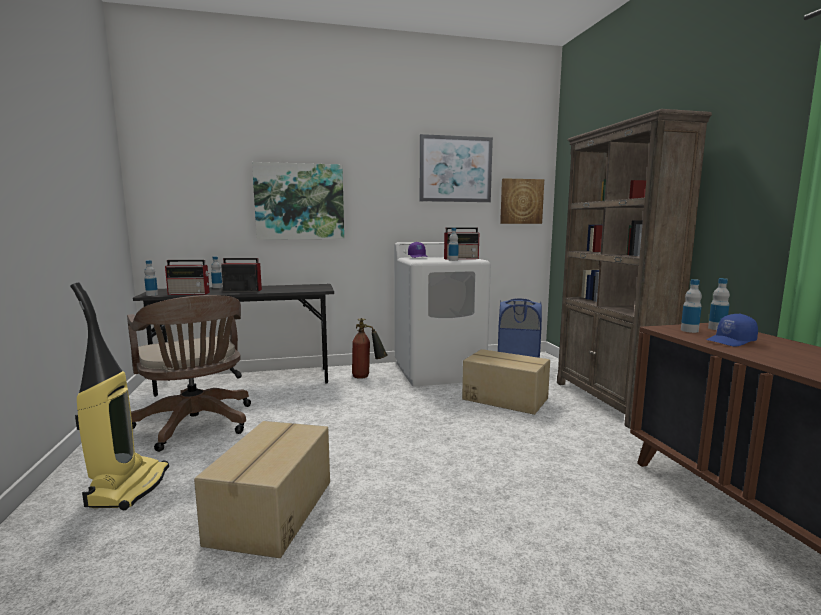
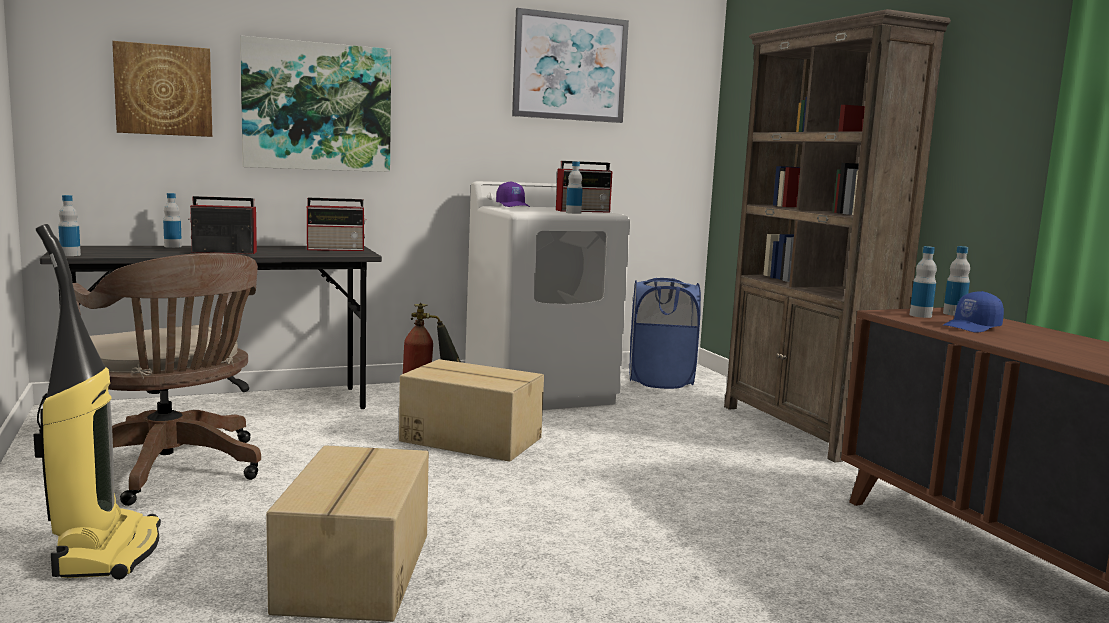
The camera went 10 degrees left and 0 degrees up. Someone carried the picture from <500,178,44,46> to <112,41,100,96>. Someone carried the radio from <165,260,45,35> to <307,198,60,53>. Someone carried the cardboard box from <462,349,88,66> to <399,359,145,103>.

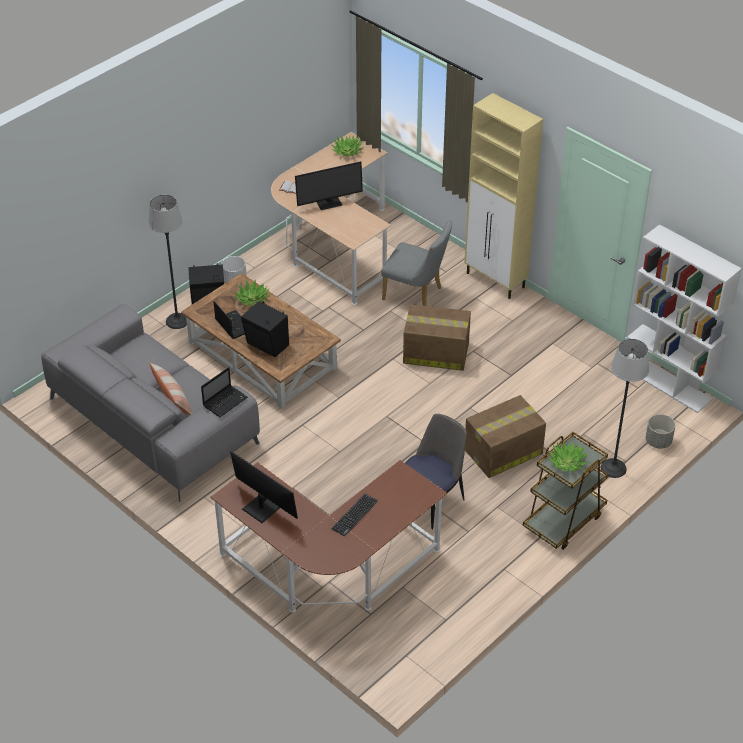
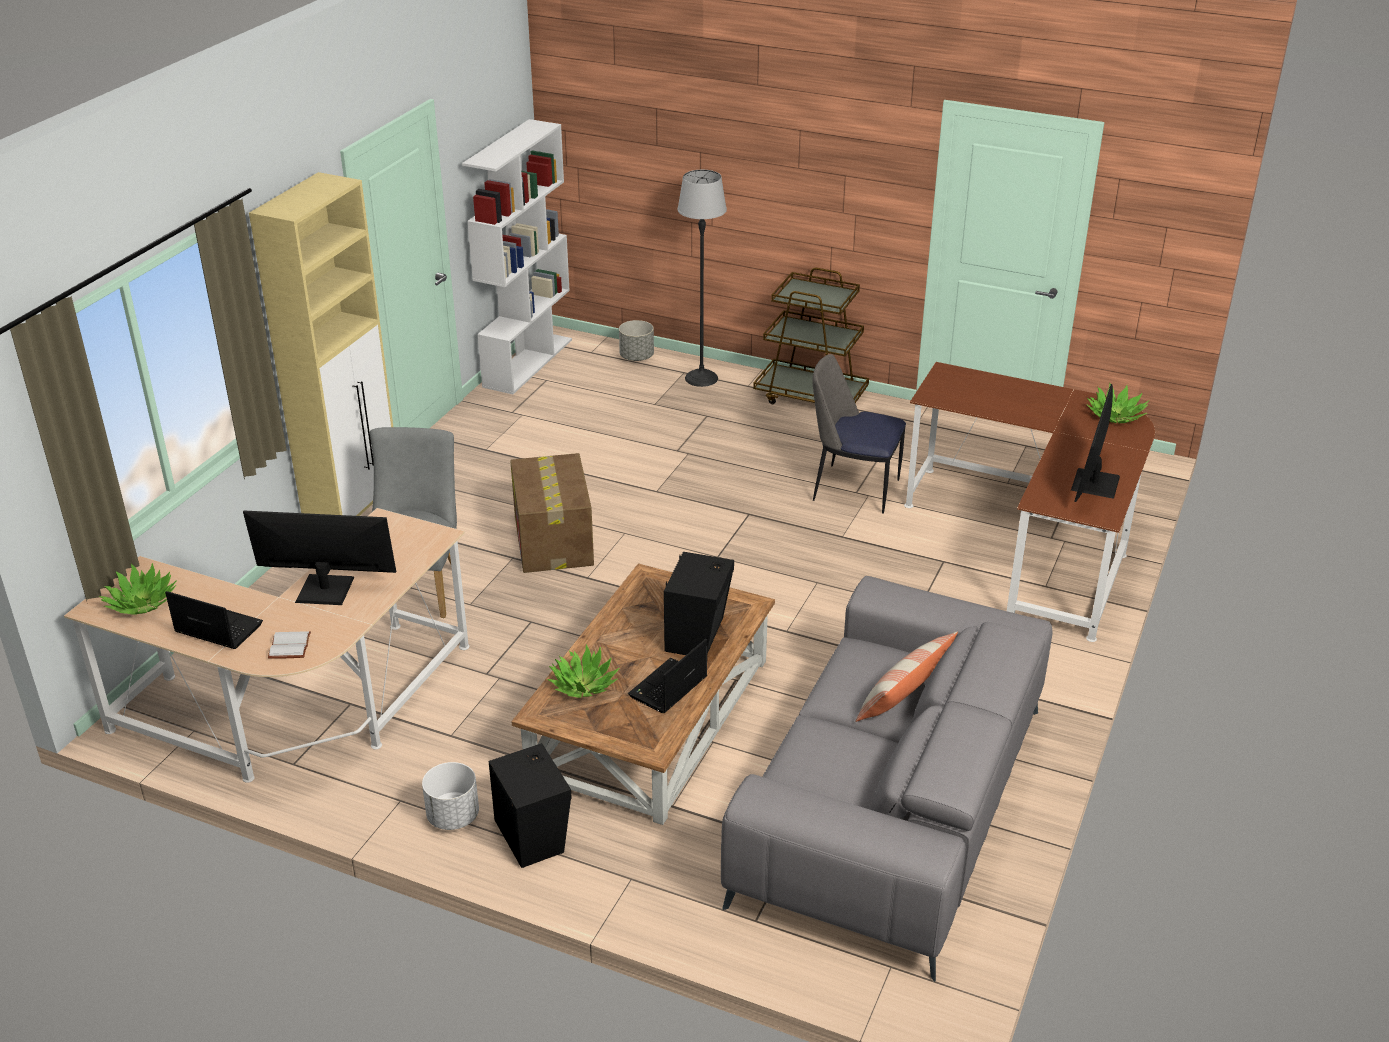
The camera went 110 degrees left and 10 degrees down. Someone carried the laptop from <201,367,47,50> to <165,591,98,58>. Someone rotated the monitor at <295,161,68,49> by 45 degrees counterclockwise. Someone carried the potted plant from <548,441,40,31> to <1087,383,63,40>. Someone took away the floor lamp at <148,195,39,134>. Someone took away the keyboard at <331,494,47,42>. Someone took away the cardboard box at <465,395,81,83>.

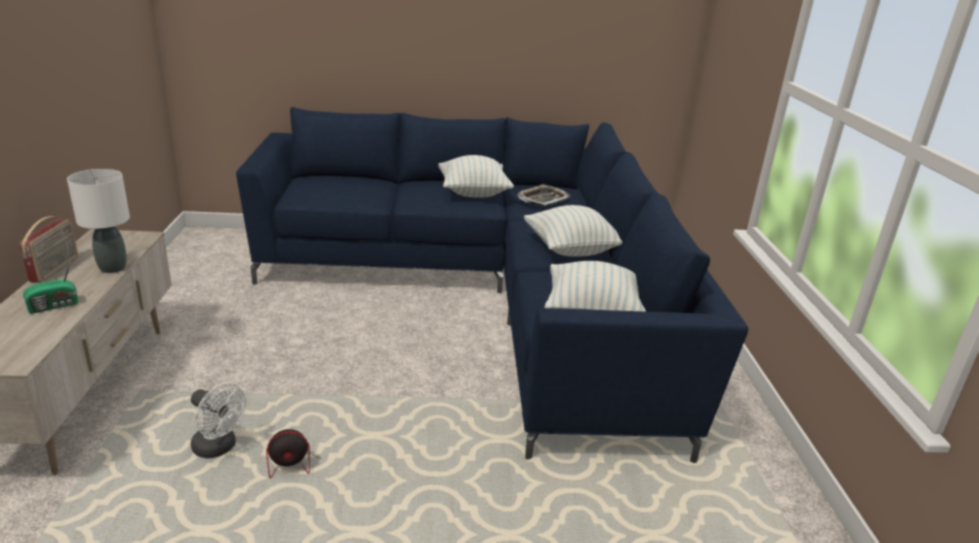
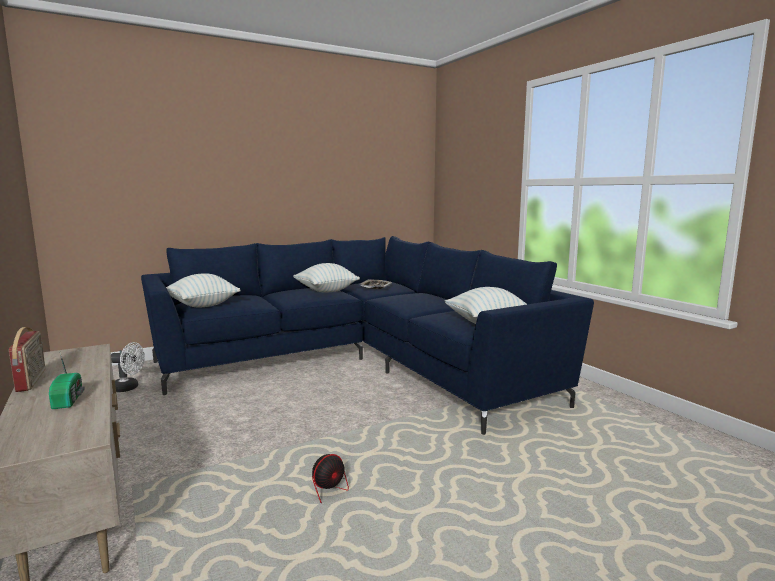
The camera went 25 degrees left and 15 degrees down. Someone rotated the radio at <23,260,55,54> by 45 degrees counterclockwise. Someone carried the white fan from <191,383,55,75> to <111,342,34,50>. Someone carried the pillow from <524,205,98,52> to <166,273,75,34>. Someone took away the white table lamp at <67,169,63,104>.

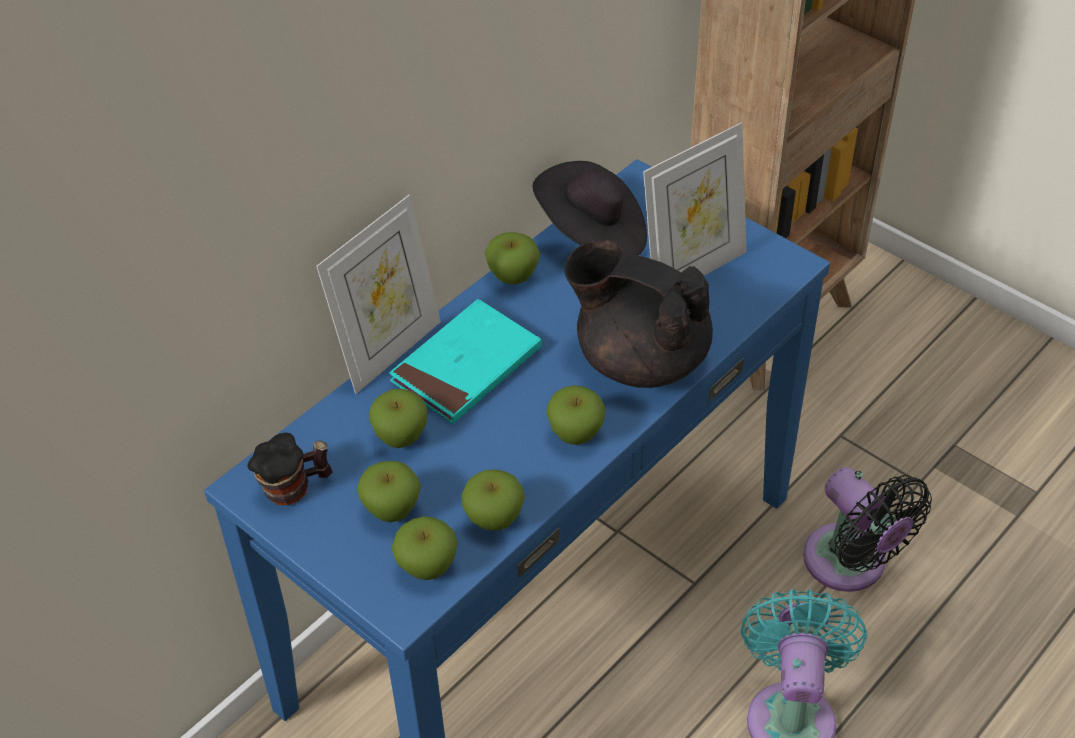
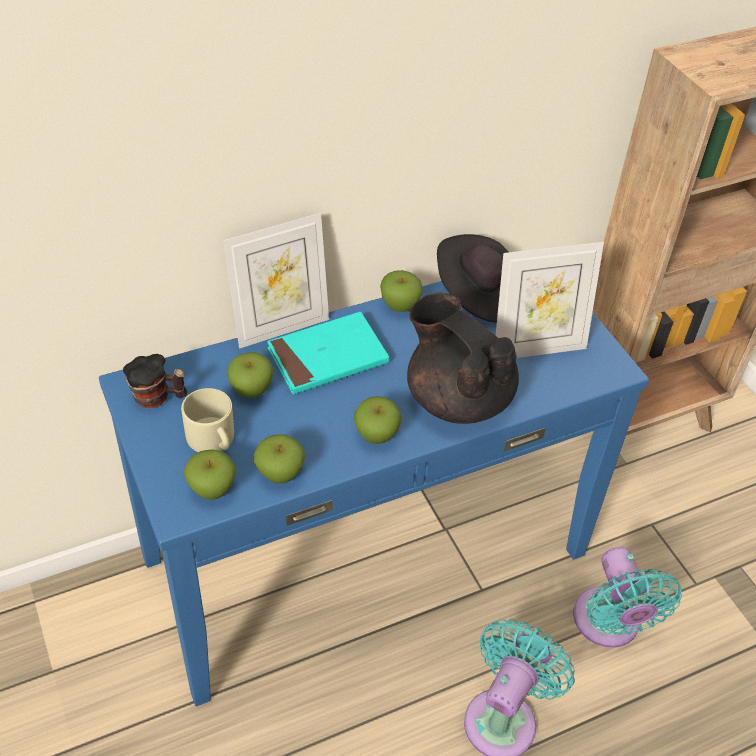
The camera went 20 degrees right and 0 degrees up. Someone swapped the apple at <357,461,64,61> for the beige mug at <181,388,53,64>. Someone repainted the black fan at <803,467,129,125>, which became the turquoise fan at <573,547,109,101>.

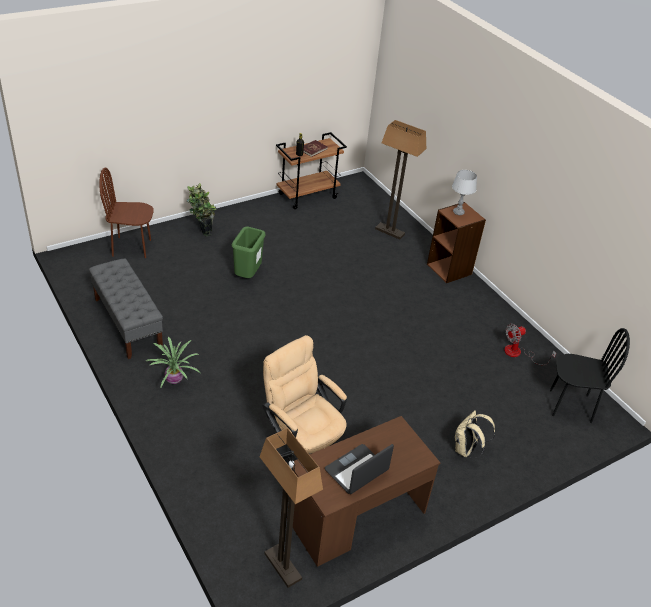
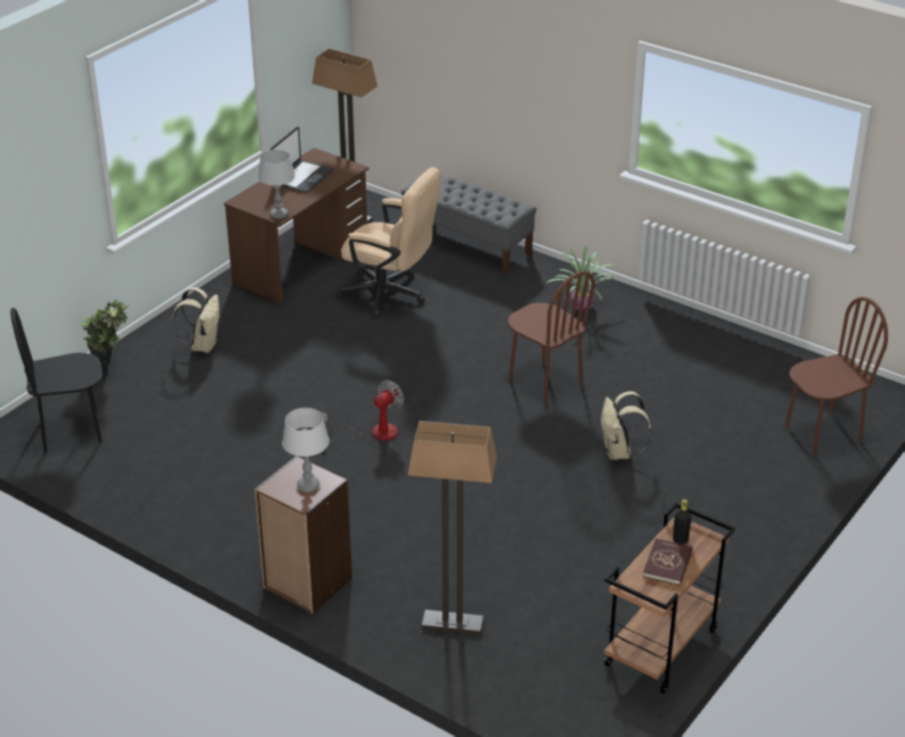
The camera went 160 degrees right and 5 degrees down. Someone carried the potted plant from <187,183,29,54> to <80,300,50,68>. Someone put down the grey table lamp at <258,150,37,69>. Someone carried the fan from <504,324,52,41> to <322,380,82,62>. Someone carried the grey bench from <89,258,74,101> to <401,174,135,101>. Someone put down the brown chair at <508,271,87,133>. Someone swapped the green trash can at <232,226,34,52> for the beige backpack at <601,391,51,69>.

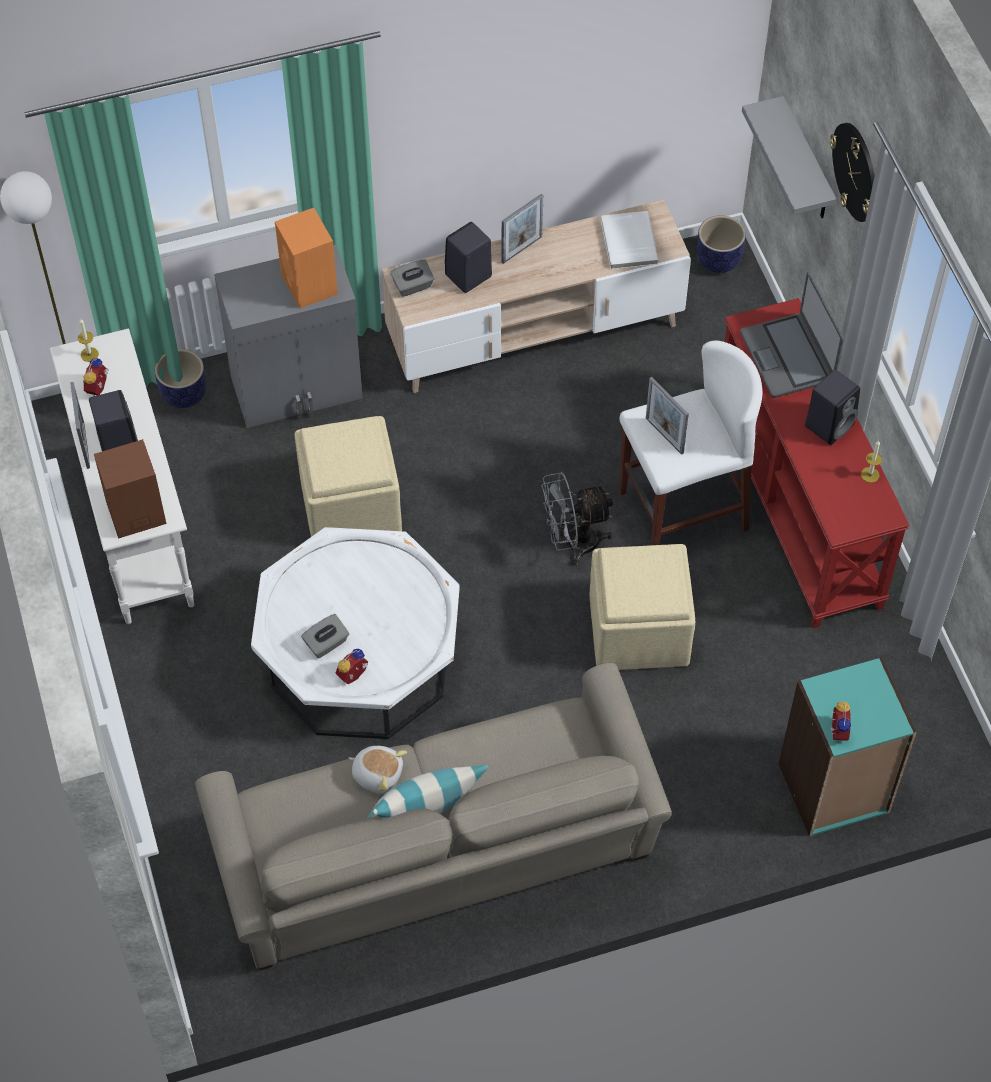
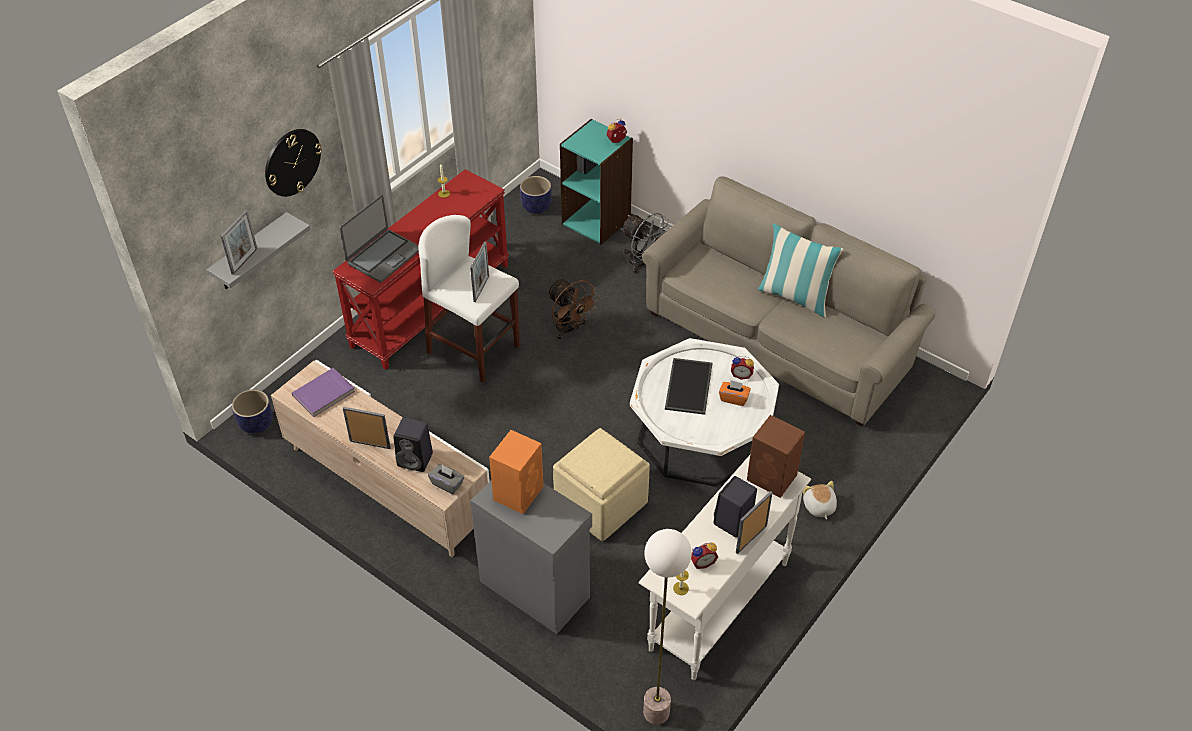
The camera went 125 degrees left and 10 degrees down. Someone put down the picture frame at <221,210,37,65>. Someone repainted the white book at <601,211,58,58>, which became the purple book at <292,368,63,49>. Someone carried the planter from <155,349,51,59> to <520,176,32,38>. Someone swapped the beige ottoman at <590,544,105,126> for the brown fan at <547,279,53,60>. Someone carried the grey fan from <541,472,72,94> to <621,213,50,60>. Someone put down the tray at <665,358,47,57>. Someone repainted the grey tissue box at <301,614,48,44>, which became the orange tissue box at <719,380,32,26>. Someone carried the plush toy from <349,746,58,48> to <803,481,34,39>. Someone took away the black speaker at <805,369,55,76>.

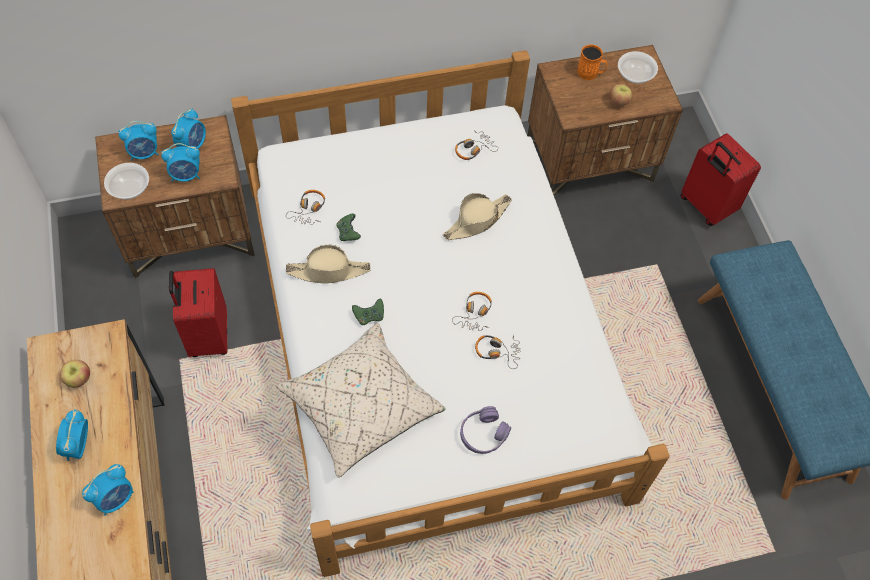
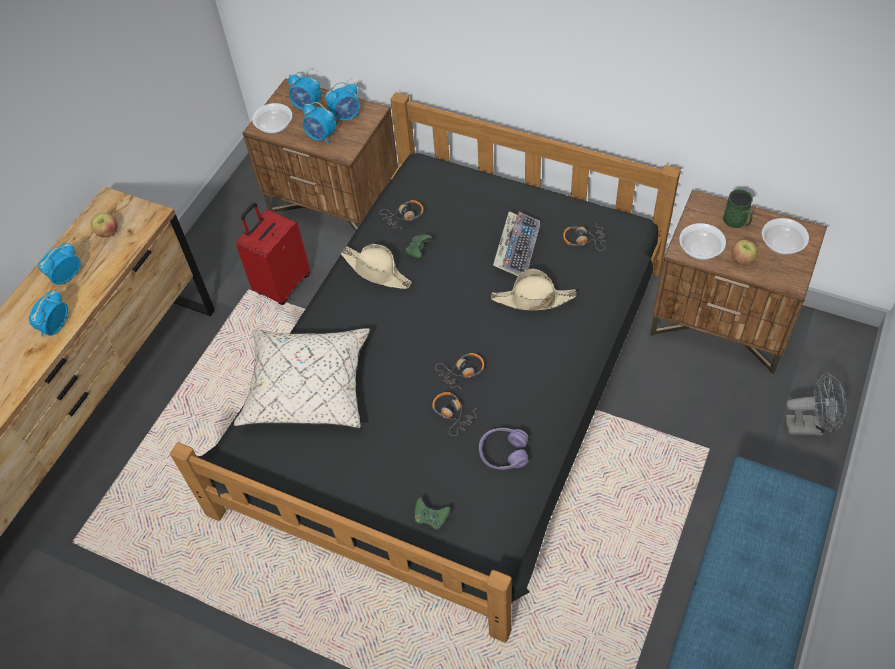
The camera went 45 degrees right and 5 degrees down. Someone rotated the alarm clock at <82,464,52,52> by 120 degrees clockwise. Someone repainted the white bed at <231,50,439,527>, which became the black bed at <170,92,511,550>. Someone carried the green game controller from <352,299,32,26> to <414,497,37,32>. Someone carried the purple headphones from <460,406,51,48> to <479,428,50,42>. Someone put down the keyboard at <493,211,47,65>. Someone put down the bowl at <679,223,47,37>. Someone repainted the orange mug at <577,44,30,36>, which became the green mug at <723,189,30,39>. Someone swapped the red suitcase at <680,133,81,93> for the grey fan at <785,371,62,64>.

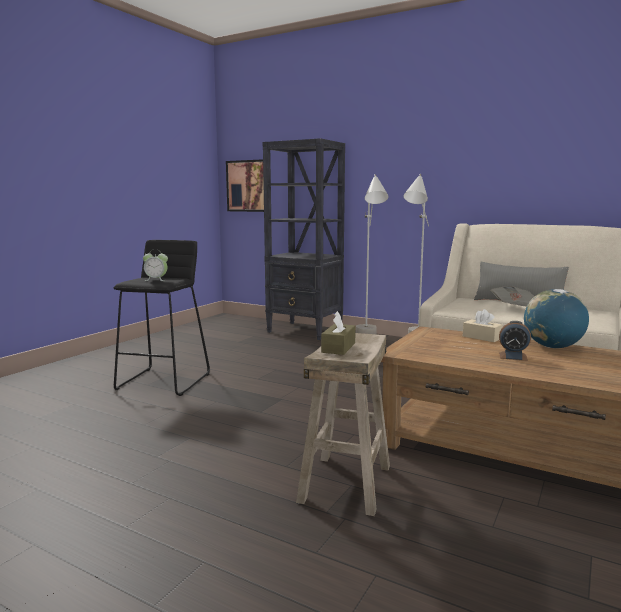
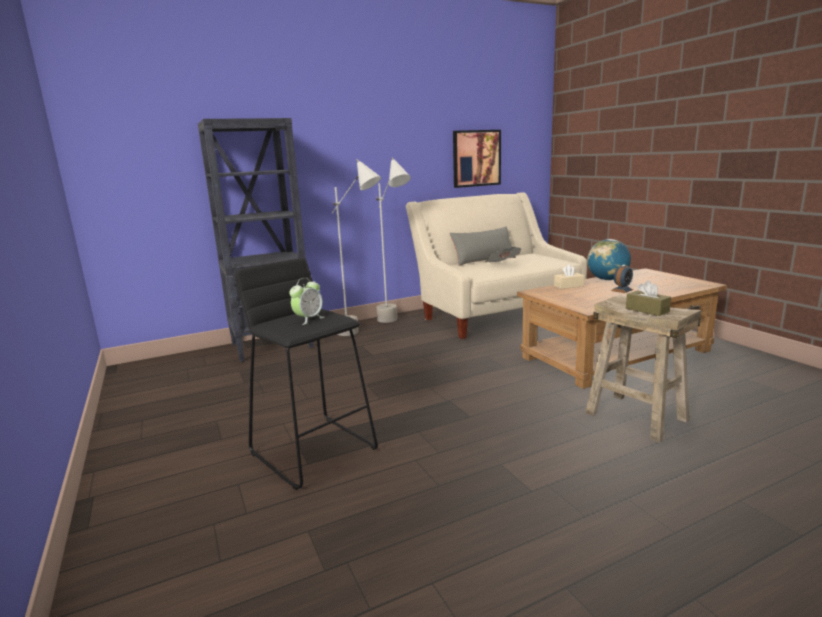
The camera went 55 degrees left and 5 degrees up. Someone carried the picture from <226,159,38,53> to <453,130,48,58>.

